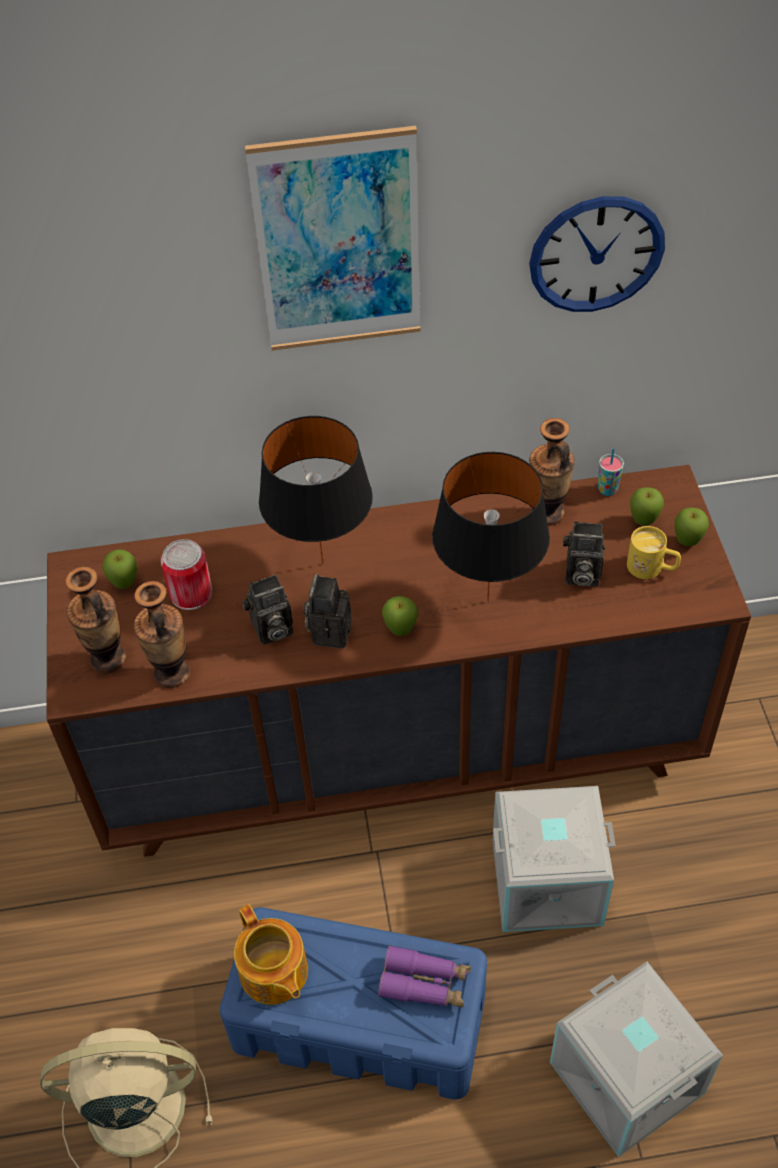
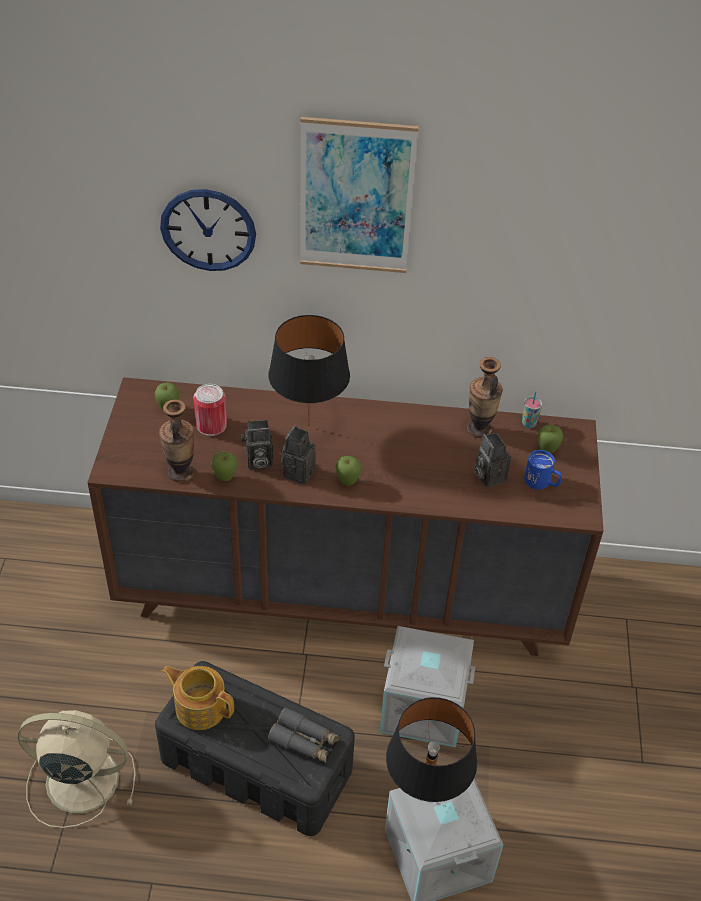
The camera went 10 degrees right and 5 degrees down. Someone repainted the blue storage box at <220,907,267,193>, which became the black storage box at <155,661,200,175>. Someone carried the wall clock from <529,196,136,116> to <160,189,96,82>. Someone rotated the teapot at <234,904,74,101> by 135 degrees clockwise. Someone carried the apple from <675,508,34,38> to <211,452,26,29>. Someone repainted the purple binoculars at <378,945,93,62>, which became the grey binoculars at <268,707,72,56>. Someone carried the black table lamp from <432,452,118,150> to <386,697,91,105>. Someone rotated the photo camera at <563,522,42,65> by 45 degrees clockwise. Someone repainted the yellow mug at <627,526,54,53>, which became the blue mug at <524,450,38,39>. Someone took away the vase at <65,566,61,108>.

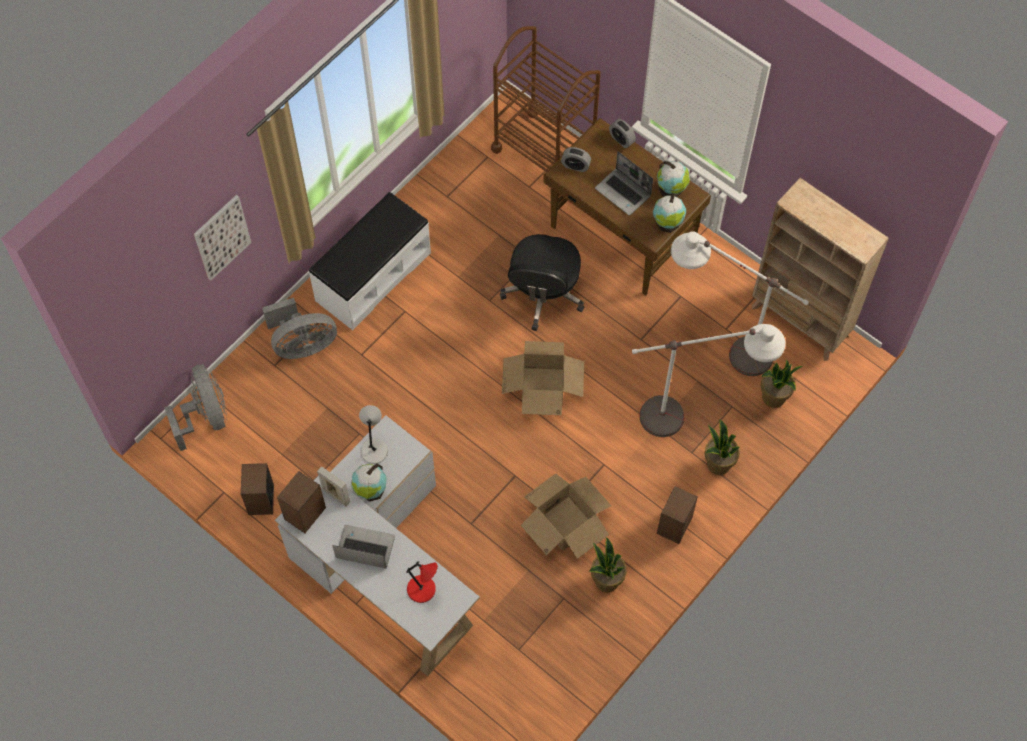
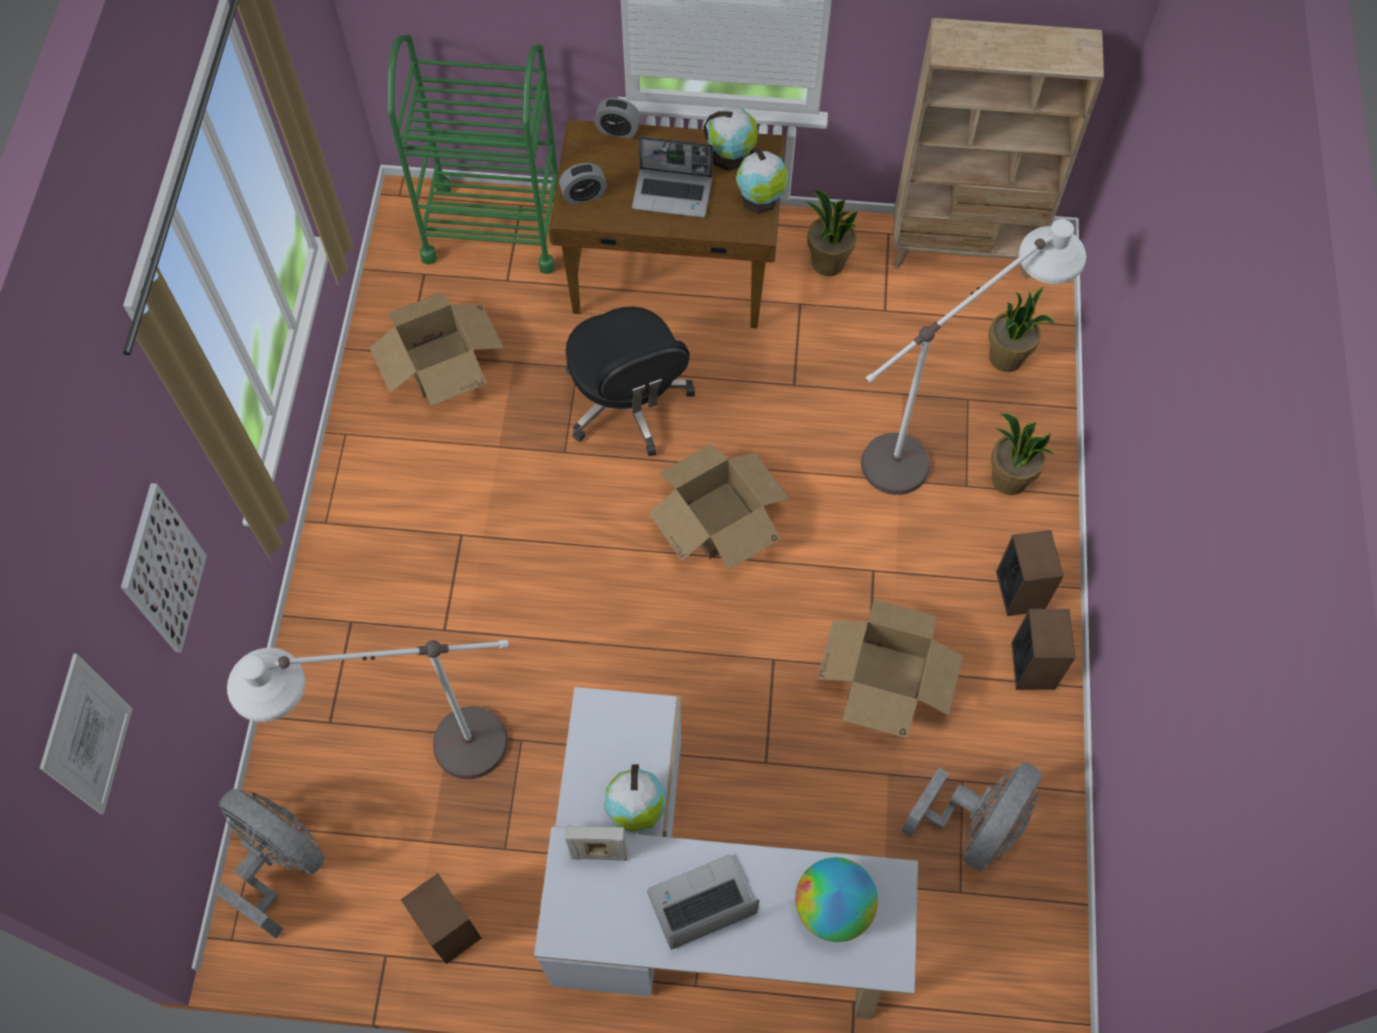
The camera went 35 degrees left and 0 degrees up. Someone put up the picture at <39,654,94,160>. Someone carried the white floor lamp from <671,231,138,145> to <227,640,281,139>. Someone put down the cardboard box at <370,292,134,114>. Someone repainted the brown cart at <491,26,110,169>, which became the green cart at <388,35,170,239>. Someone swapped the red table lamp at <406,561,32,42> for the globe at <795,857,83,85>. Someone carried the potted plant from <589,537,37,55> to <805,190,53,86>. Someone carried the grey fan from <262,298,75,61> to <901,762,141,109>. Someone carried the speaker from <277,471,49,62> to <1011,609,64,81>. Someone took away the white bench at <309,192,122,138>. Someone took away the grey table lamp at <359,405,29,59>.

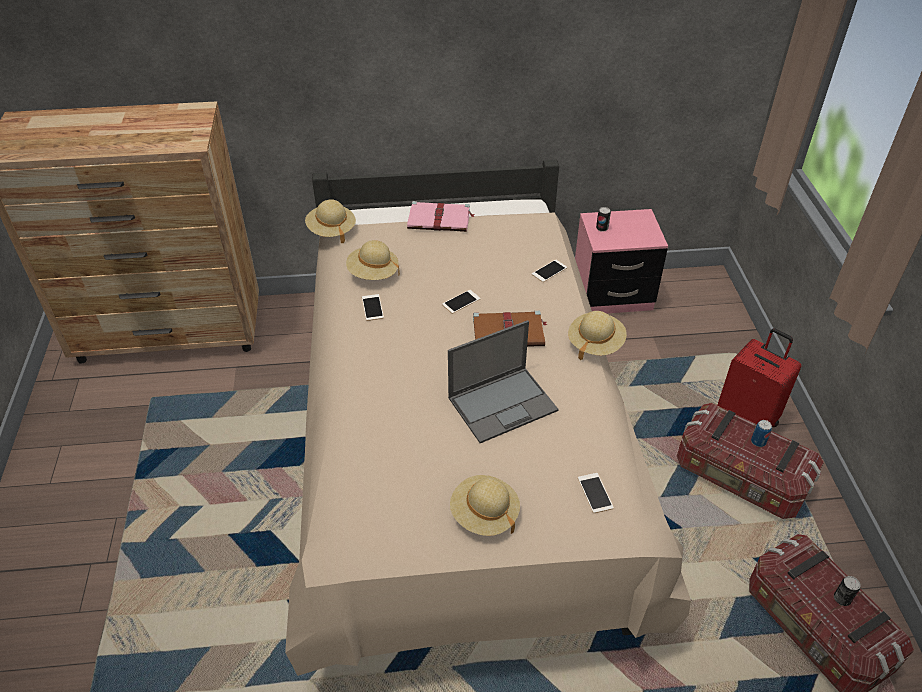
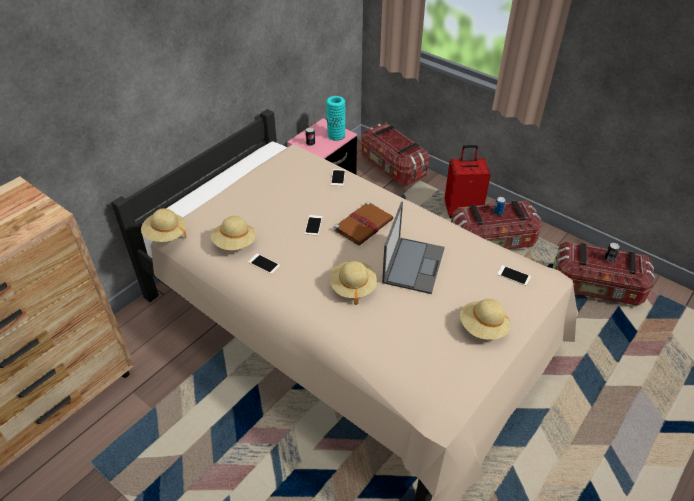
The camera went 45 degrees left and 0 degrees up. Someone put down the turquoise vase at <326,96,20,45>. Someone carried the beige hat from <568,311,59,49> to <330,261,47,44>. Someone put down the storage box at <361,122,68,63>. Someone took away the pink book at <407,201,68,31>.

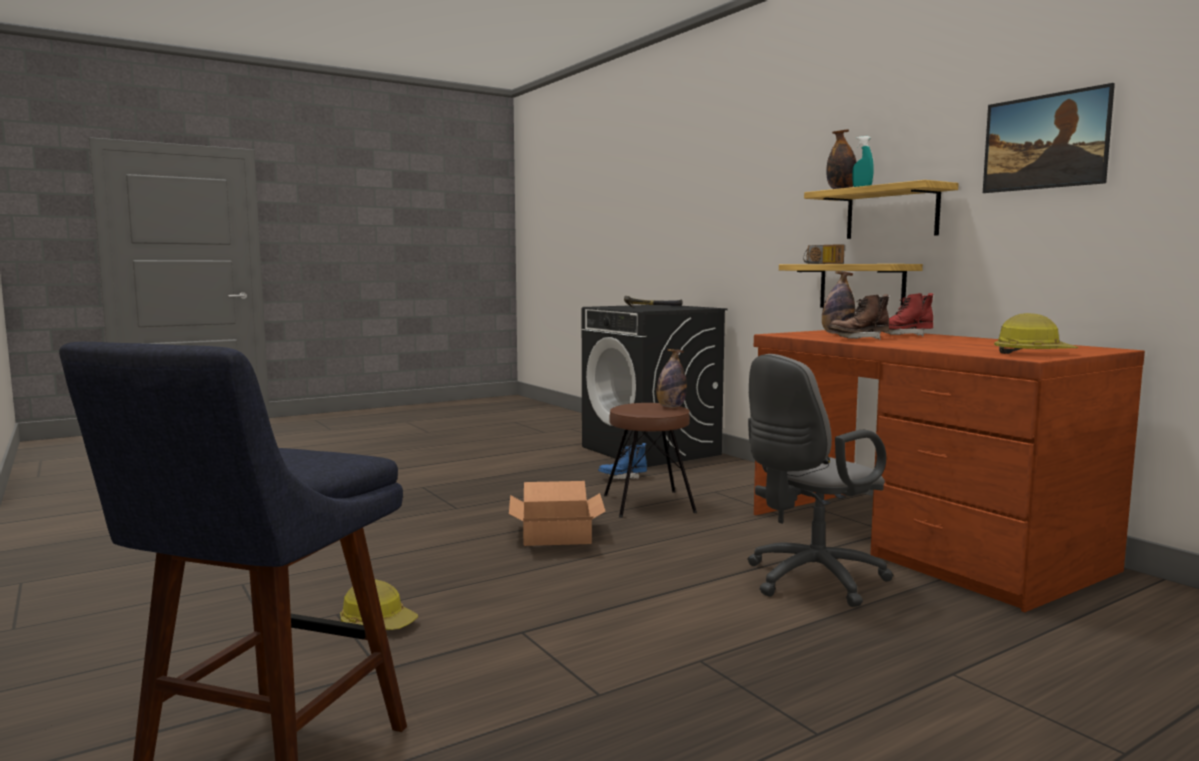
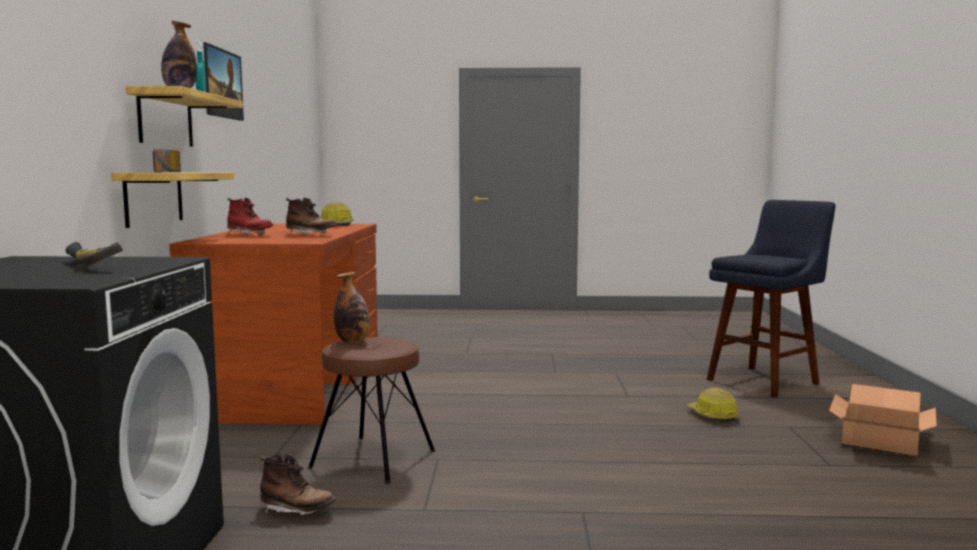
The camera went 145 degrees left and 0 degrees up. Someone repainted the blue boot at <598,443,49,36>, which became the brown boot at <260,454,75,61>. Someone carried the cardboard box from <509,481,97,65> to <829,384,108,72>. Someone took away the grey office chair at <747,354,147,253>. Someone took away the bottle at <822,271,33,63>.

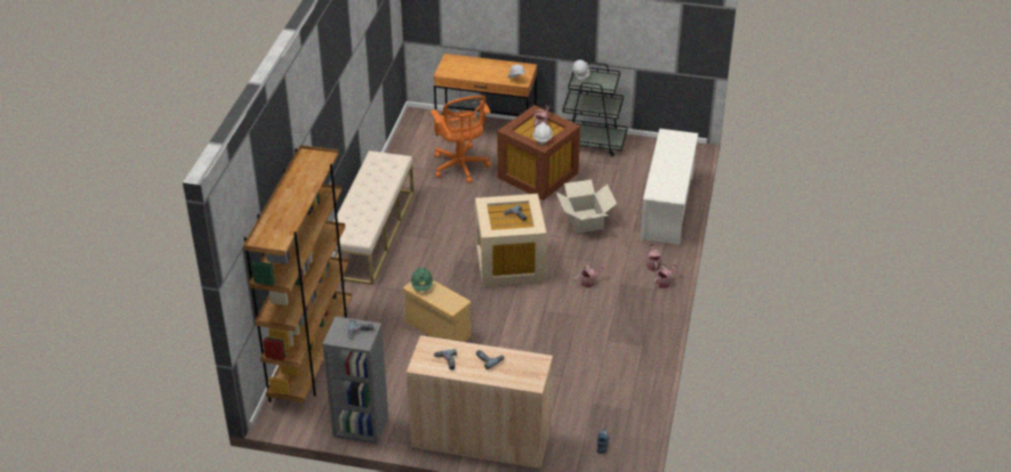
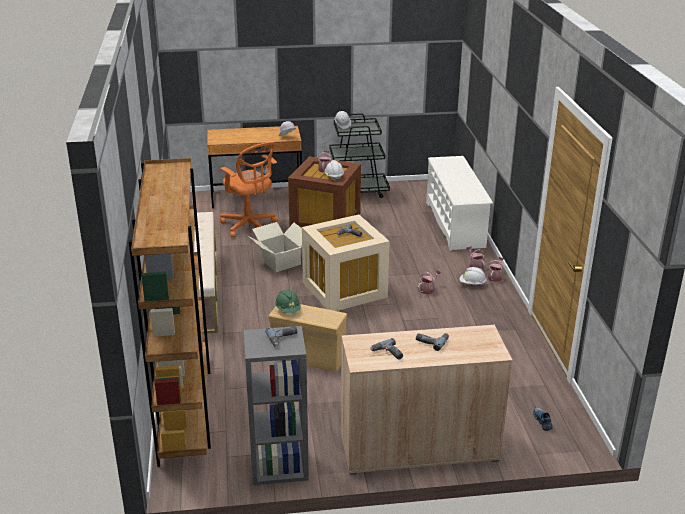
The camera went 20 degrees left and 10 degrees down. Someone carried the cardboard box from <556,179,61,54> to <248,222,54,50>. Someone put down the white hard hat at <460,267,27,18>.

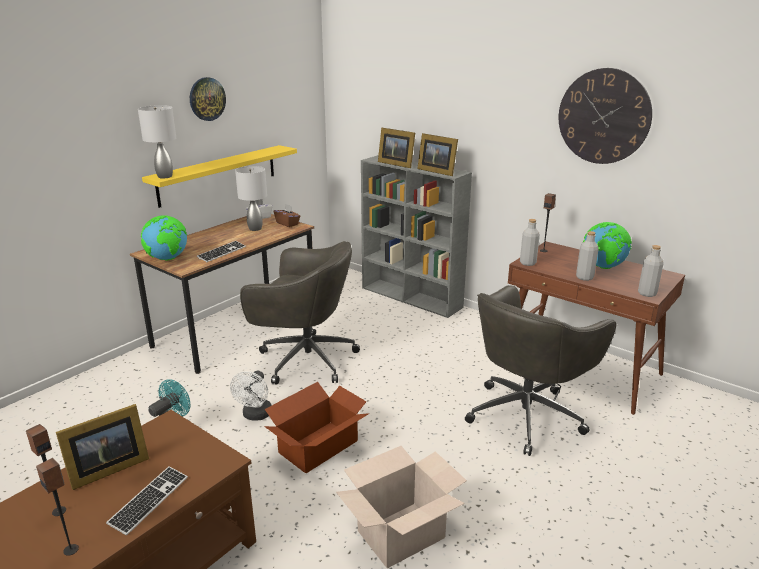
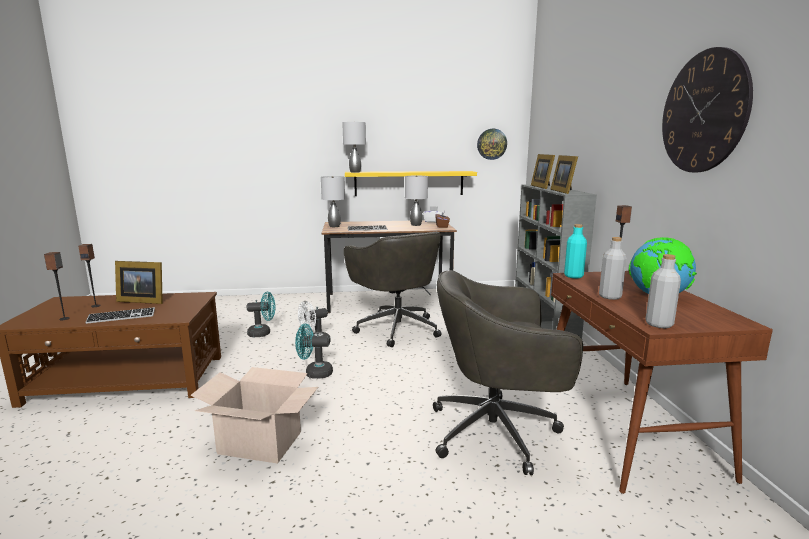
The camera went 45 degrees right and 10 degrees down. Someone swapped the cardboard box at <264,382,106,91> for the turquoise fan at <295,324,38,55>. Someone swapped the globe at <141,216,46,45> for the grey table lamp at <321,176,24,51>. Someone carried the wall clock from <190,77,36,44> to <477,129,30,31>. Someone repainted the grey bottle at <520,219,20,47>, which became the turquoise bottle at <564,224,23,54>.

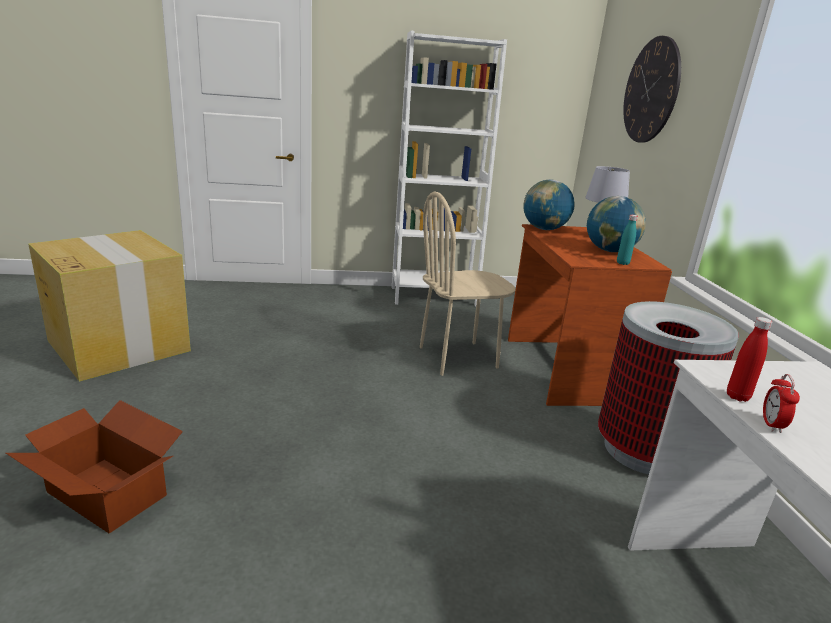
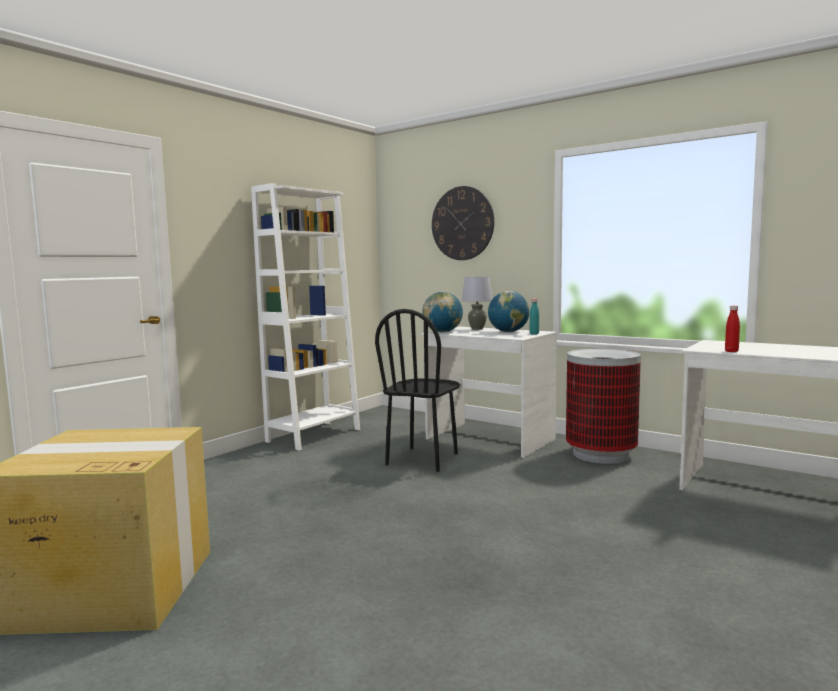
The camera went 45 degrees left and 15 degrees down. Someone repainted the beige chair at <420,191,96,185>, which became the black chair at <375,309,85,163>. Someone repainted the brown desk at <508,224,164,182>, which became the white desk at <421,327,136,131>. Someone took away the cardboard box at <6,400,177,133>. Someone took away the alarm clock at <763,374,37,59>.

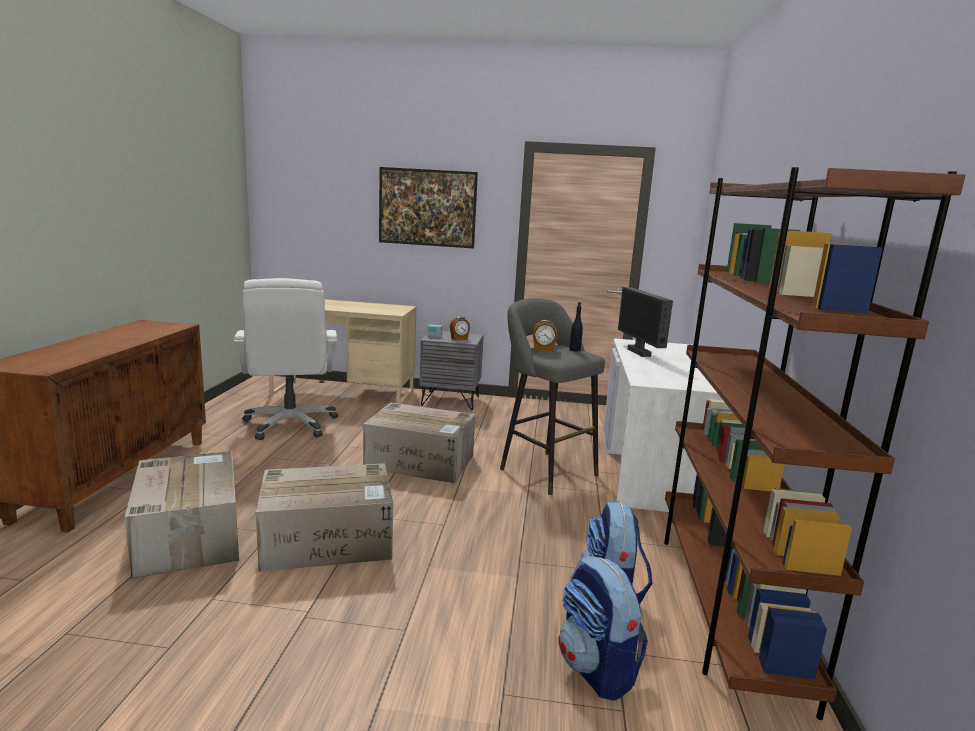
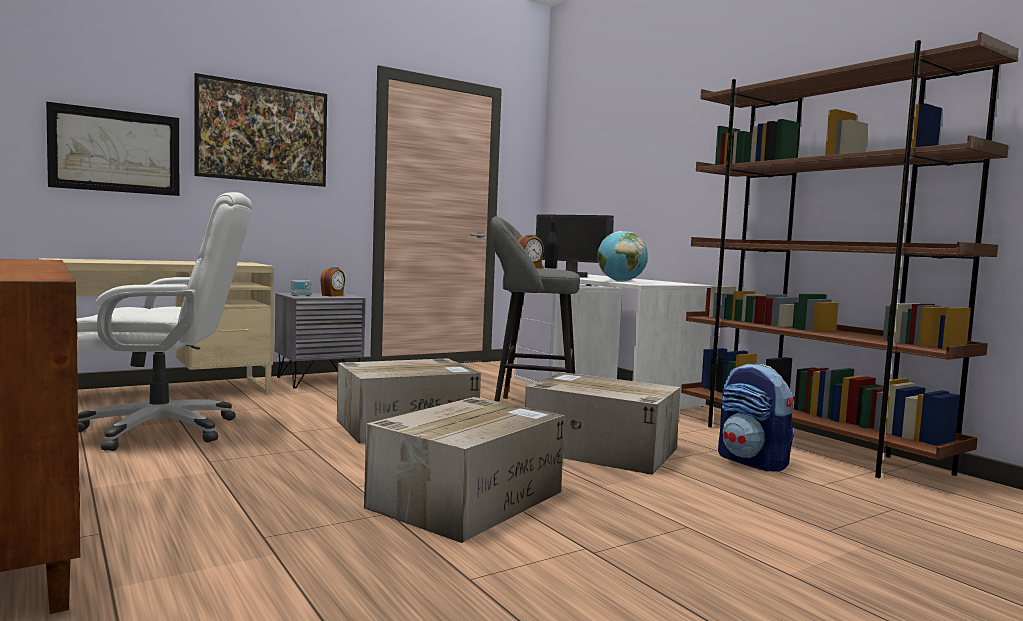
The camera went 40 degrees left and 10 degrees down. Someone put up the picture at <46,101,133,95>. Someone rotated the white office chair at <234,278,104,162> by 45 degrees counterclockwise. Someone carried the cardboard box from <125,451,114,128> to <525,372,156,103>. Someone put down the globe at <597,231,51,51>. Someone took away the backpack at <558,555,90,146>.

